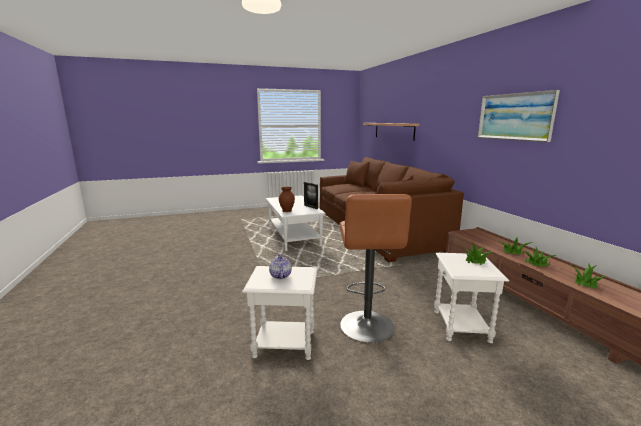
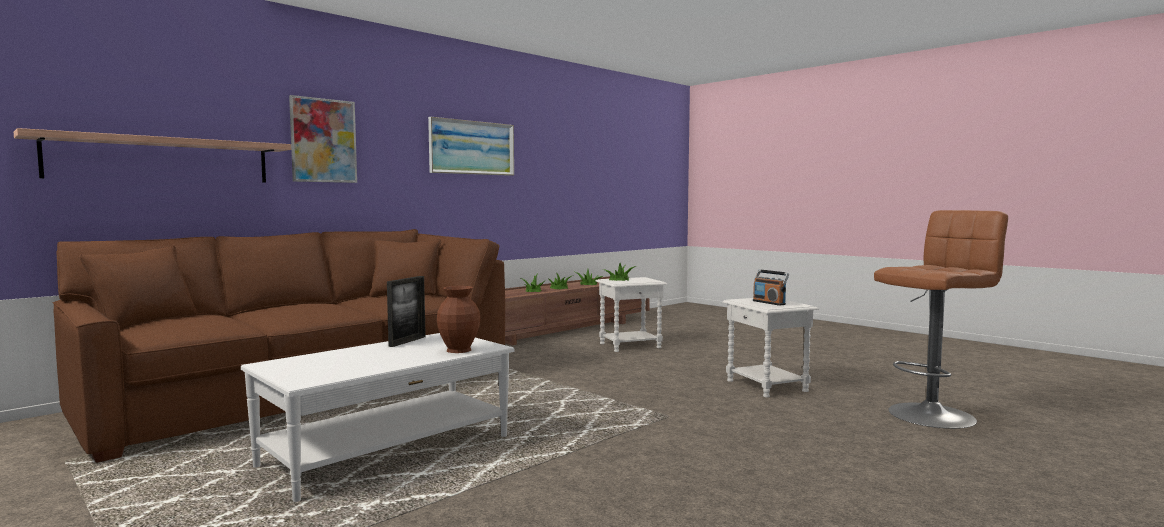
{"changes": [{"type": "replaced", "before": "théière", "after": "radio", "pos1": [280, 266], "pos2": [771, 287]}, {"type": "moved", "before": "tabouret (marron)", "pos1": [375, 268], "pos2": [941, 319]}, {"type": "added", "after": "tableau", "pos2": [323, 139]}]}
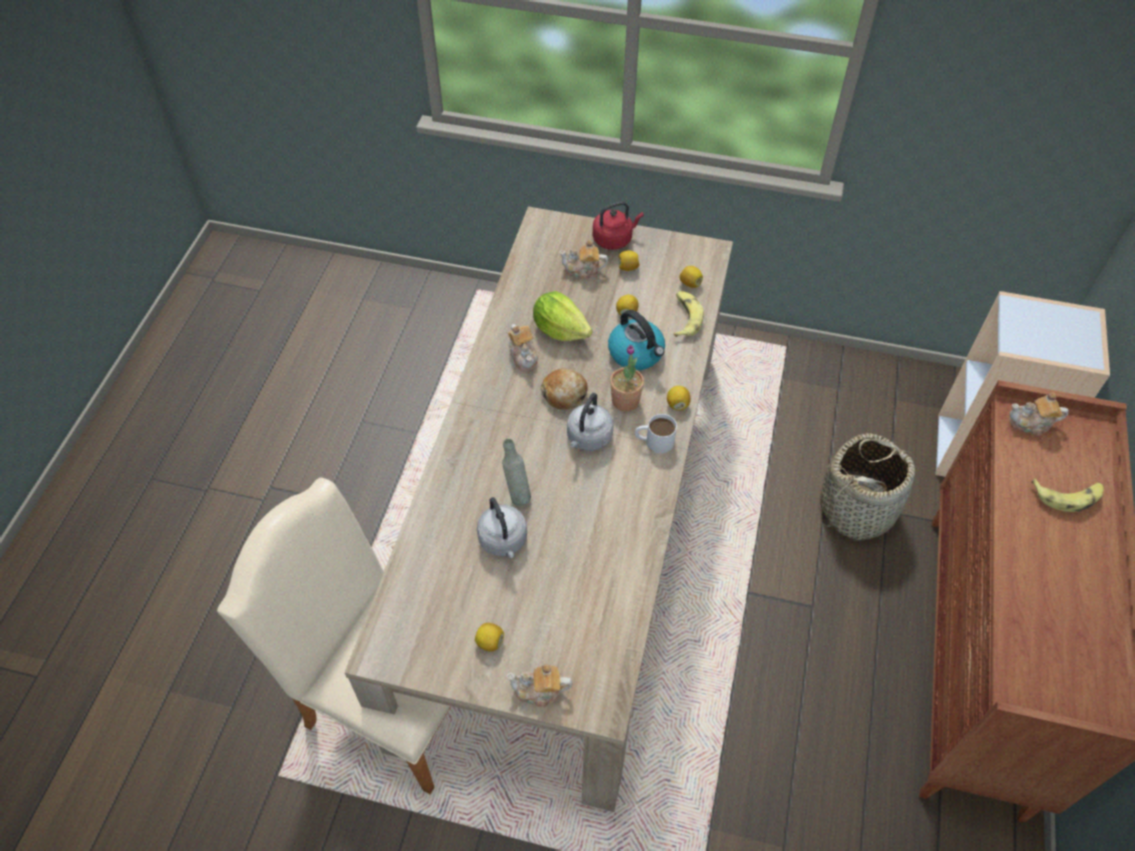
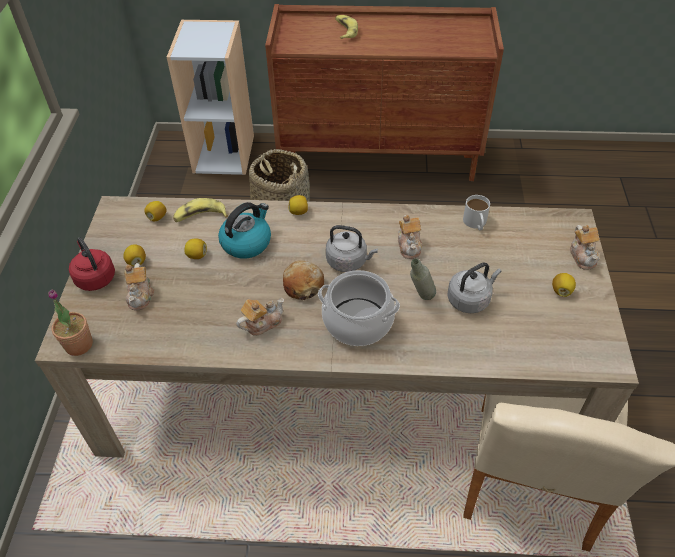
{"changes": [{"type": "removed", "before": "laitue", "pos1": [563, 316]}, {"type": "moved", "before": "plante en pot", "pos1": [627, 377], "pos2": [70, 322]}, {"type": "moved", "before": "mug (blanc)", "pos1": [656, 433], "pos2": [476, 212]}, {"type": "moved", "before": "théière", "pos1": [1039, 414], "pos2": [410, 237]}, {"type": "added", "after": "marmite", "pos2": [359, 308]}]}
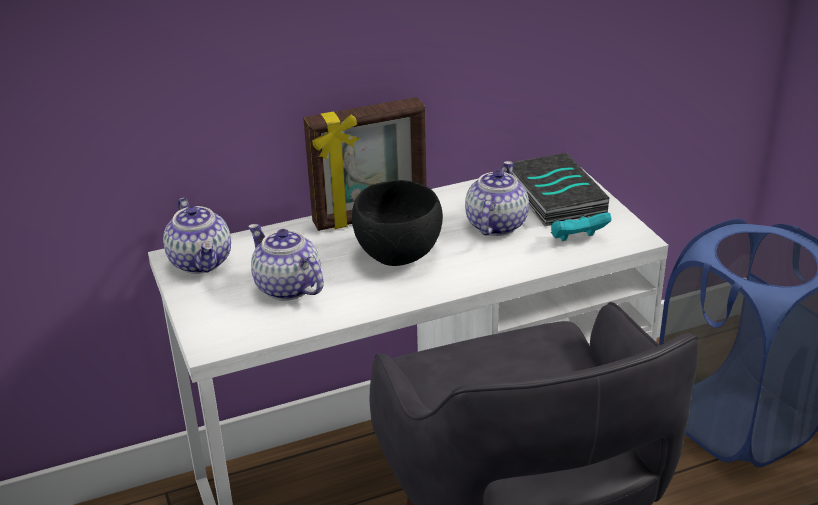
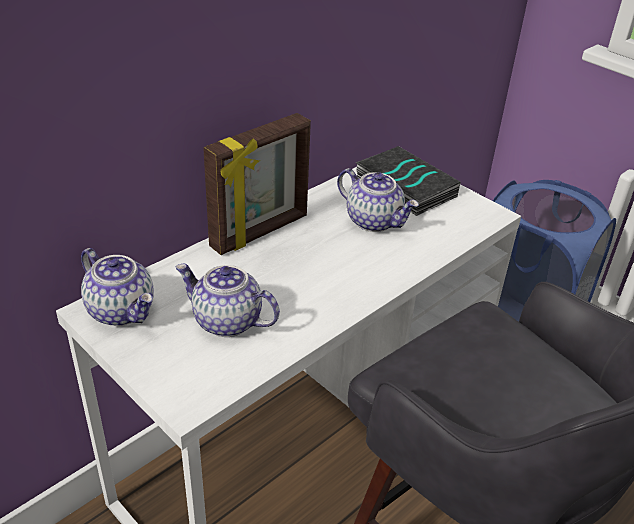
{"changes": [{"type": "removed", "before": "bol (noir)", "pos1": [397, 223]}, {"type": "turned", "before": "théière", "pos1": [497, 198], "pos2": [378, 200], "turn": 135}, {"type": "removed", "before": "manette (turquoise)", "pos1": [581, 226]}]}
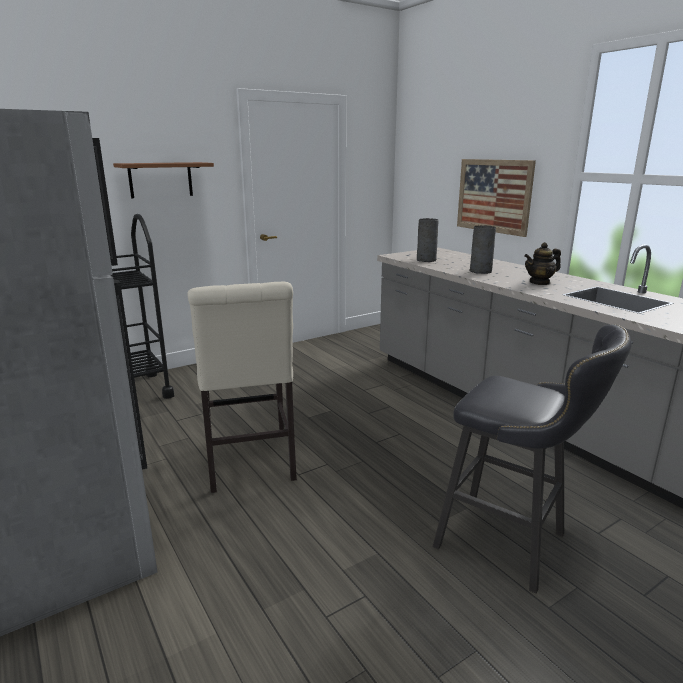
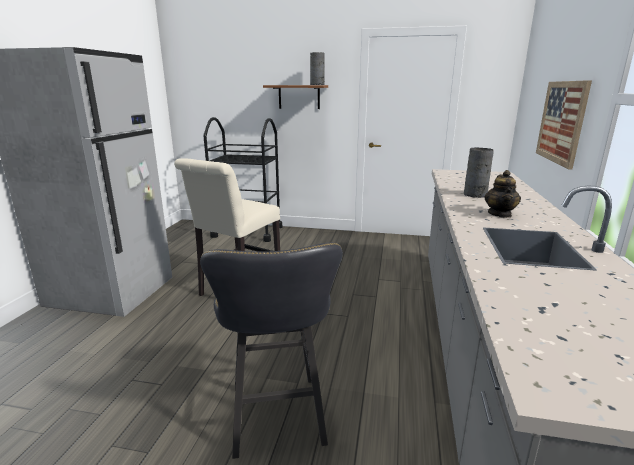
{"changes": [{"type": "moved", "before": "vase (gris)", "pos1": [427, 240], "pos2": [317, 68]}, {"type": "turned", "before": "théière", "pos1": [542, 263], "pos2": [502, 194], "turn": -105}]}
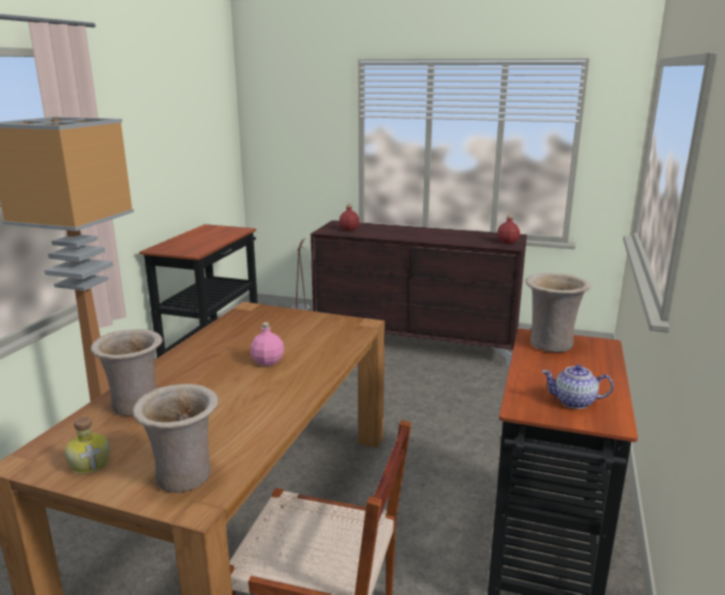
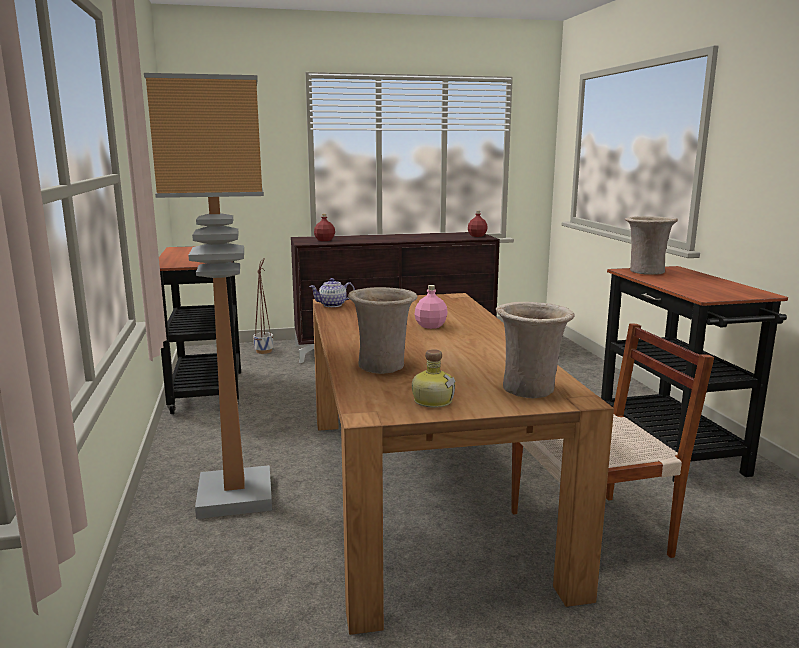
{"changes": [{"type": "moved", "before": "théière", "pos1": [578, 386], "pos2": [332, 292]}]}
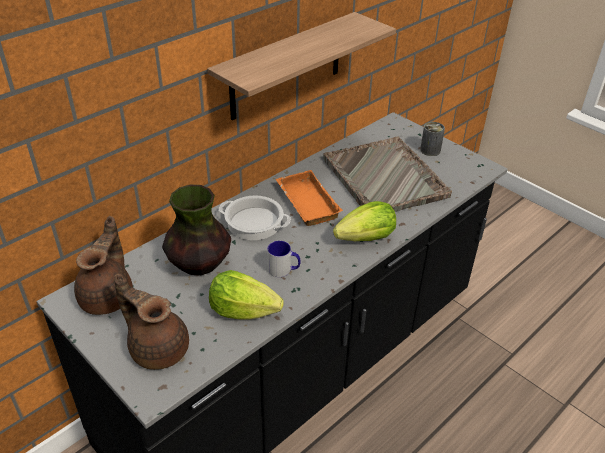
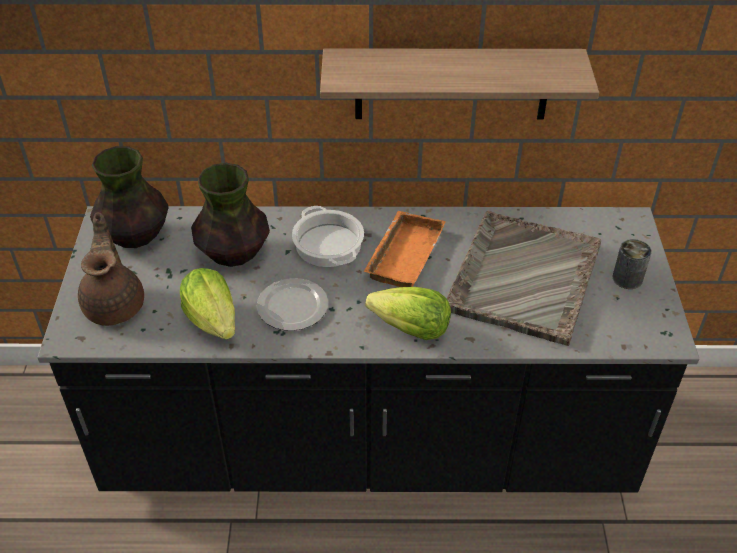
{"changes": [{"type": "replaced", "before": "théière (marron)", "after": "vase", "pos1": [103, 265], "pos2": [129, 197]}, {"type": "replaced", "before": "mug", "after": "assiette", "pos1": [283, 259], "pos2": [292, 304]}]}
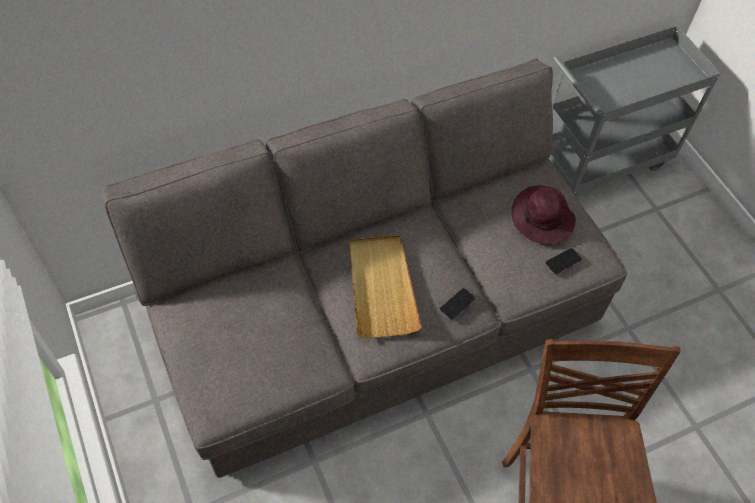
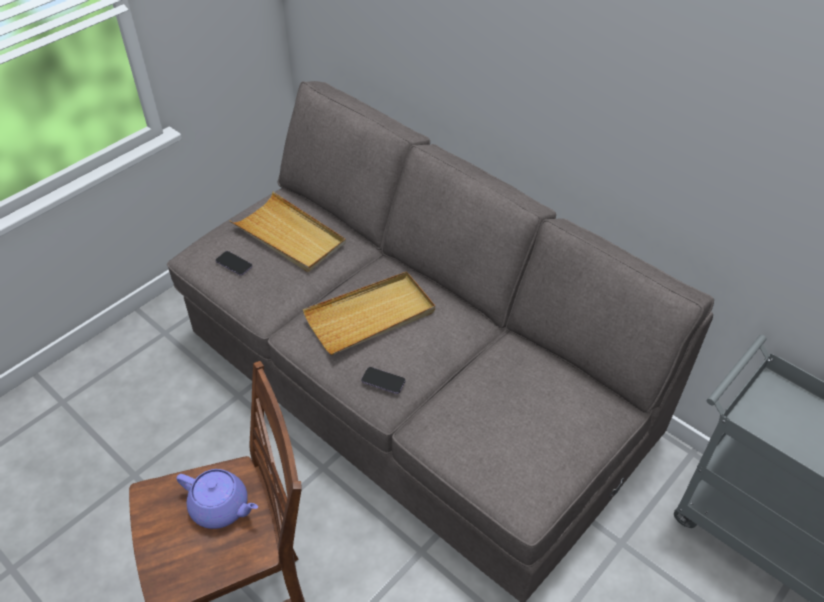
{"changes": [{"type": "removed", "before": "chapeau (violet)", "pos1": [544, 214]}, {"type": "moved", "before": "téléphone", "pos1": [563, 261], "pos2": [234, 263]}, {"type": "added", "after": "théière (violet)", "pos2": [217, 499]}, {"type": "added", "after": "plateau (beige)", "pos2": [288, 232]}]}
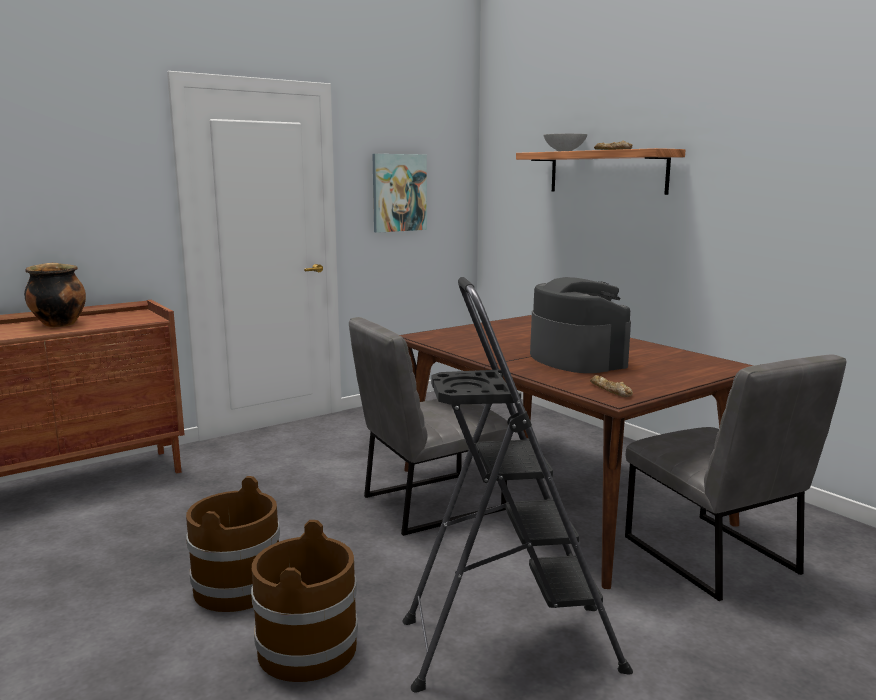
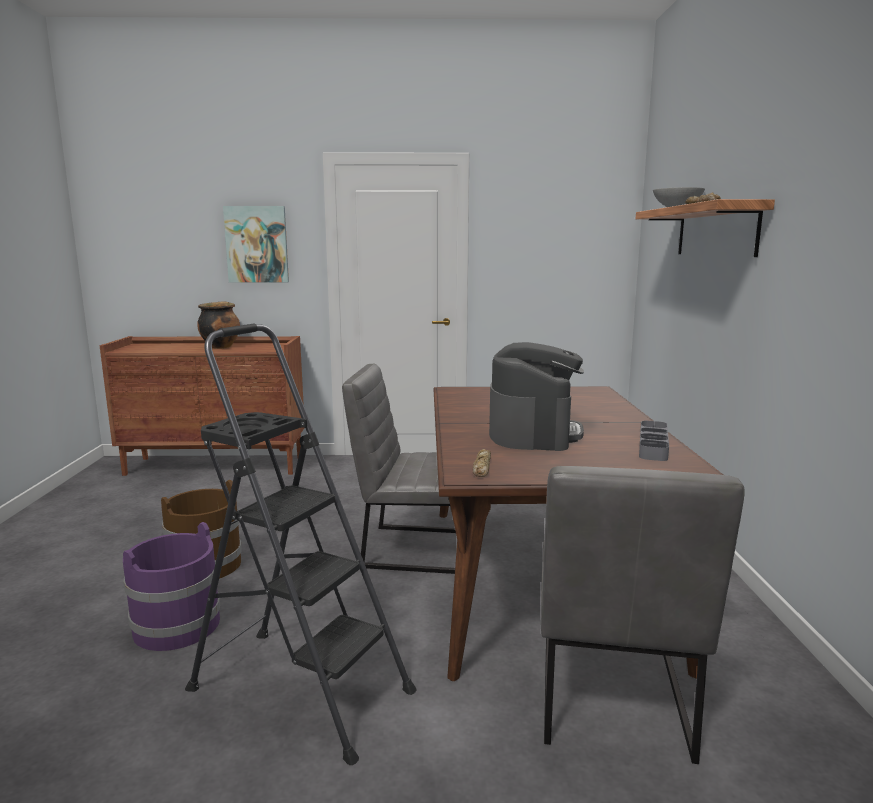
{"changes": [{"type": "recoloured", "before": "seau (marron)", "after": "seau (violet)", "pos1": [304, 601], "pos2": [171, 586]}, {"type": "moved", "before": "tableau", "pos1": [399, 193], "pos2": [256, 244]}, {"type": "added", "after": "plateau (gris)", "pos2": [654, 441]}]}
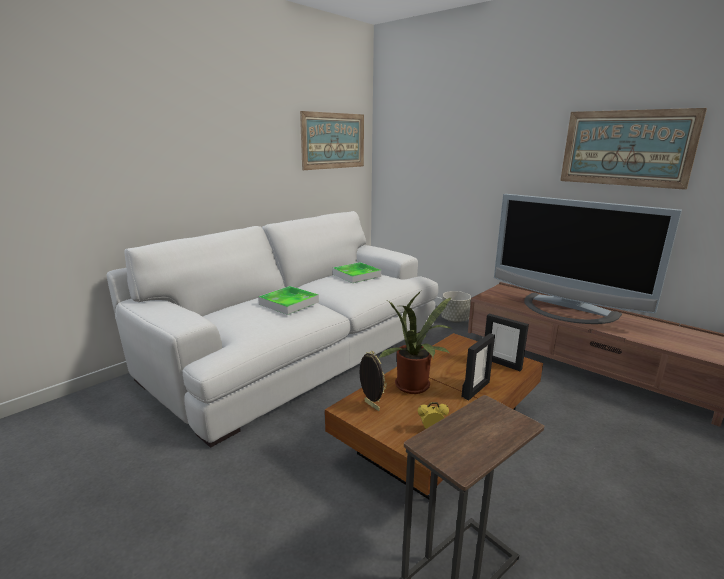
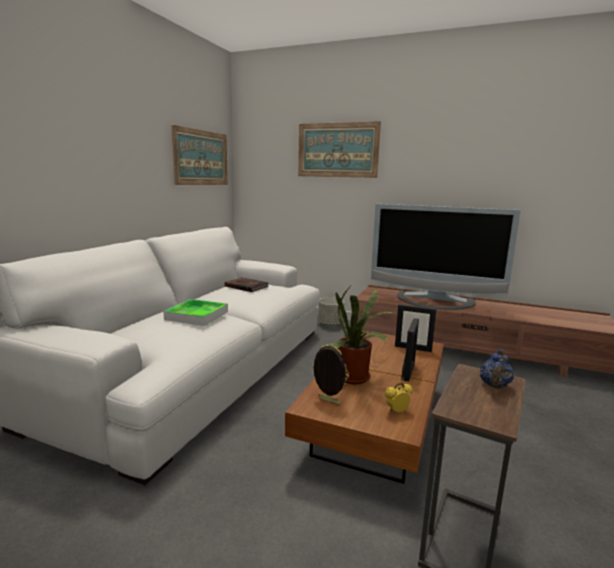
{"changes": [{"type": "replaced", "before": "plateau", "after": "livre (marron)", "pos1": [356, 272], "pos2": [246, 284]}, {"type": "moved", "before": "tableau", "pos1": [633, 149], "pos2": [339, 149]}, {"type": "added", "after": "théière (bleu)", "pos2": [497, 369]}]}
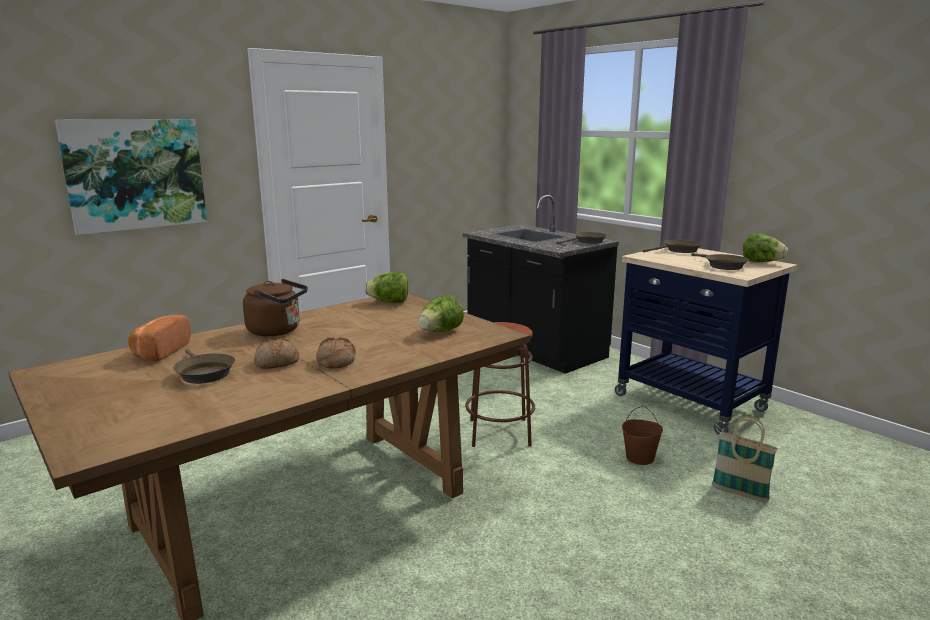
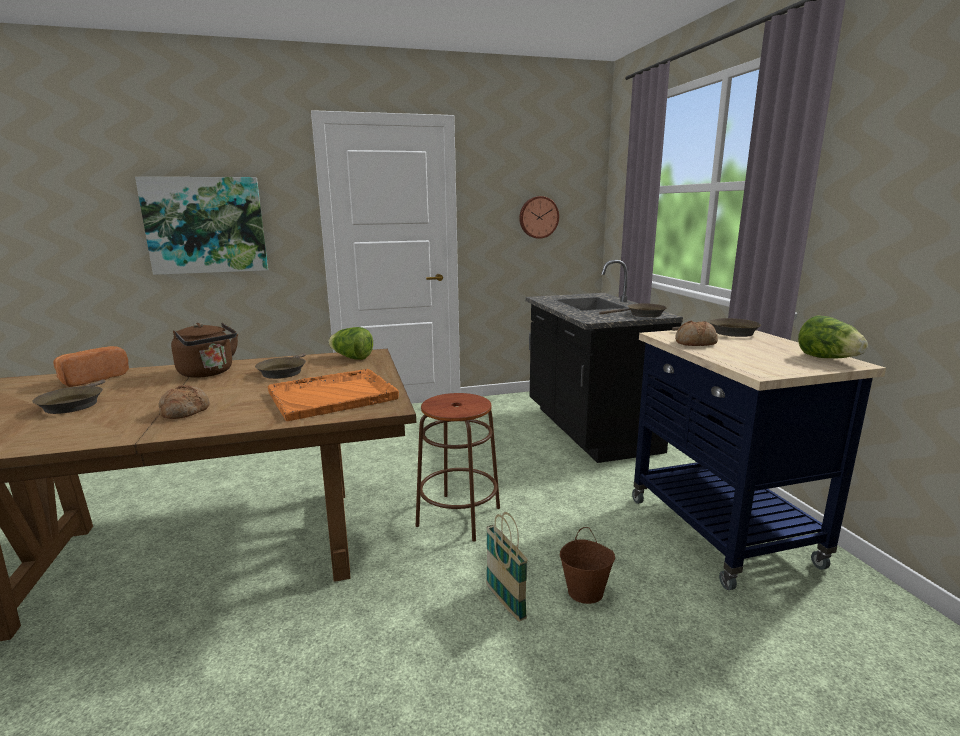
{"changes": [{"type": "moved", "before": "pain", "pos1": [276, 354], "pos2": [696, 333]}, {"type": "replaced", "before": "laitue", "after": "plateau (orange)", "pos1": [441, 313], "pos2": [333, 395]}, {"type": "moved", "before": "poêle (marron)", "pos1": [720, 261], "pos2": [280, 366]}, {"type": "moved", "before": "panier", "pos1": [745, 459], "pos2": [507, 567]}, {"type": "added", "after": "horloge murale", "pos2": [539, 217]}]}
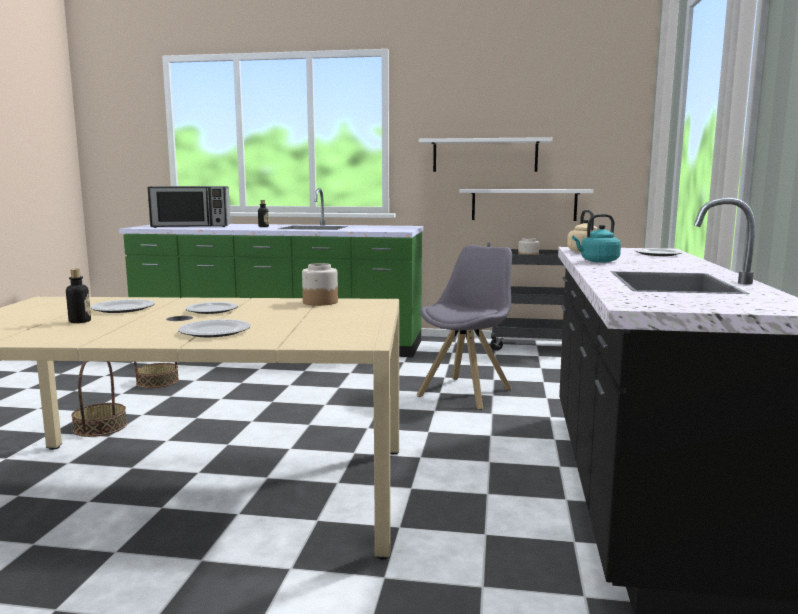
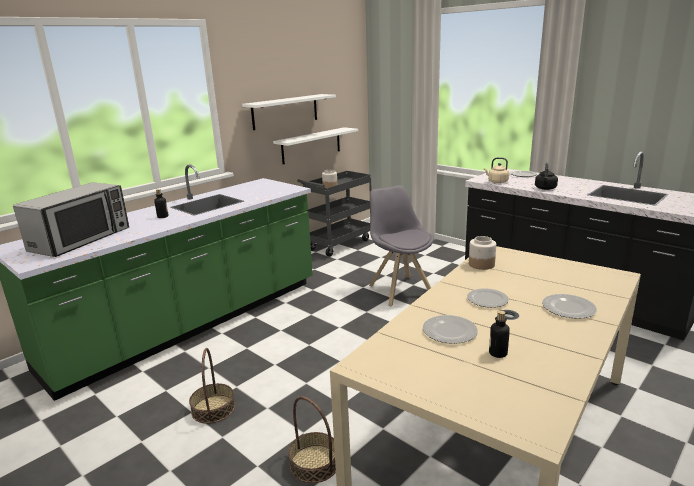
{"changes": [{"type": "recoloured", "before": "bouilloire (turquoise)", "after": "bouilloire (noir)", "pos1": [596, 238], "pos2": [546, 176]}]}
